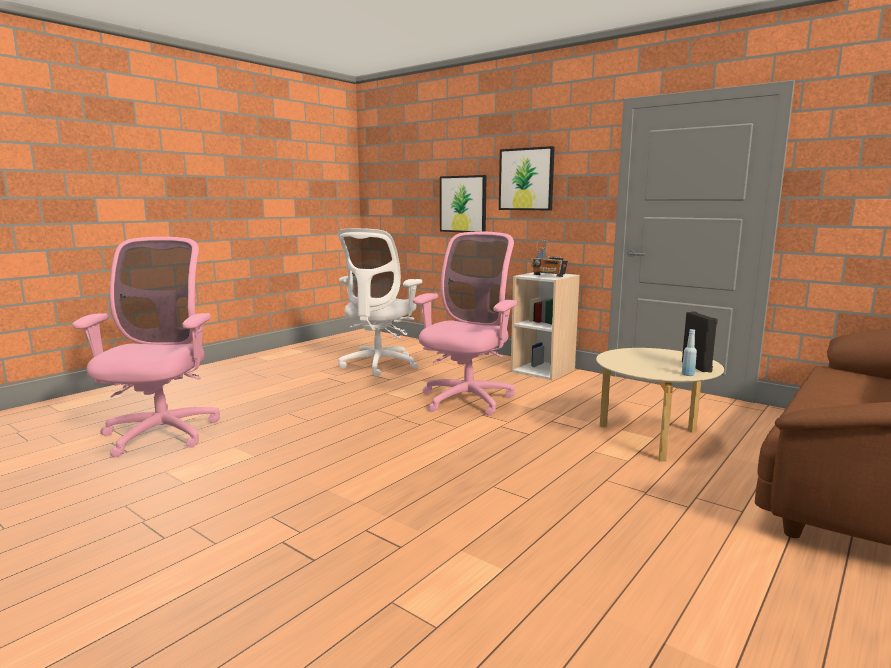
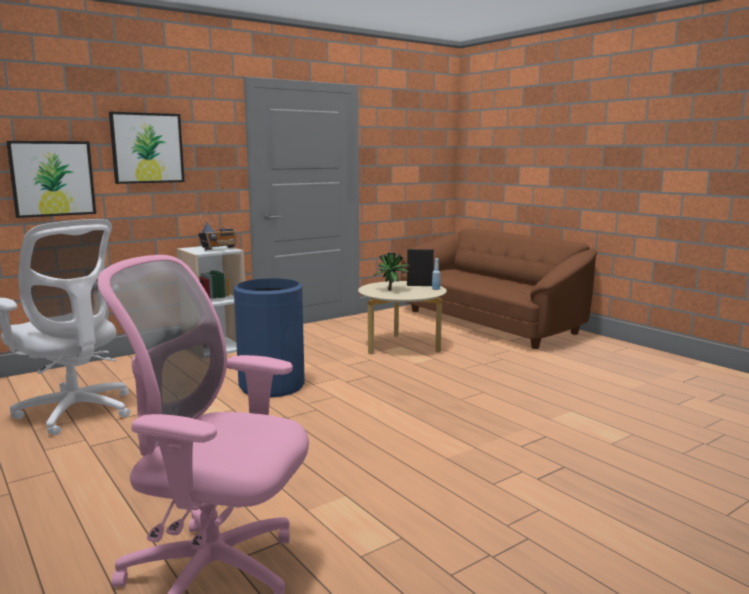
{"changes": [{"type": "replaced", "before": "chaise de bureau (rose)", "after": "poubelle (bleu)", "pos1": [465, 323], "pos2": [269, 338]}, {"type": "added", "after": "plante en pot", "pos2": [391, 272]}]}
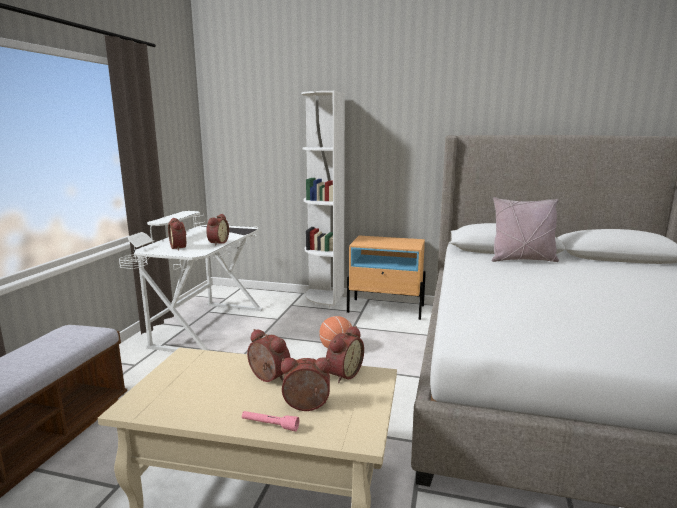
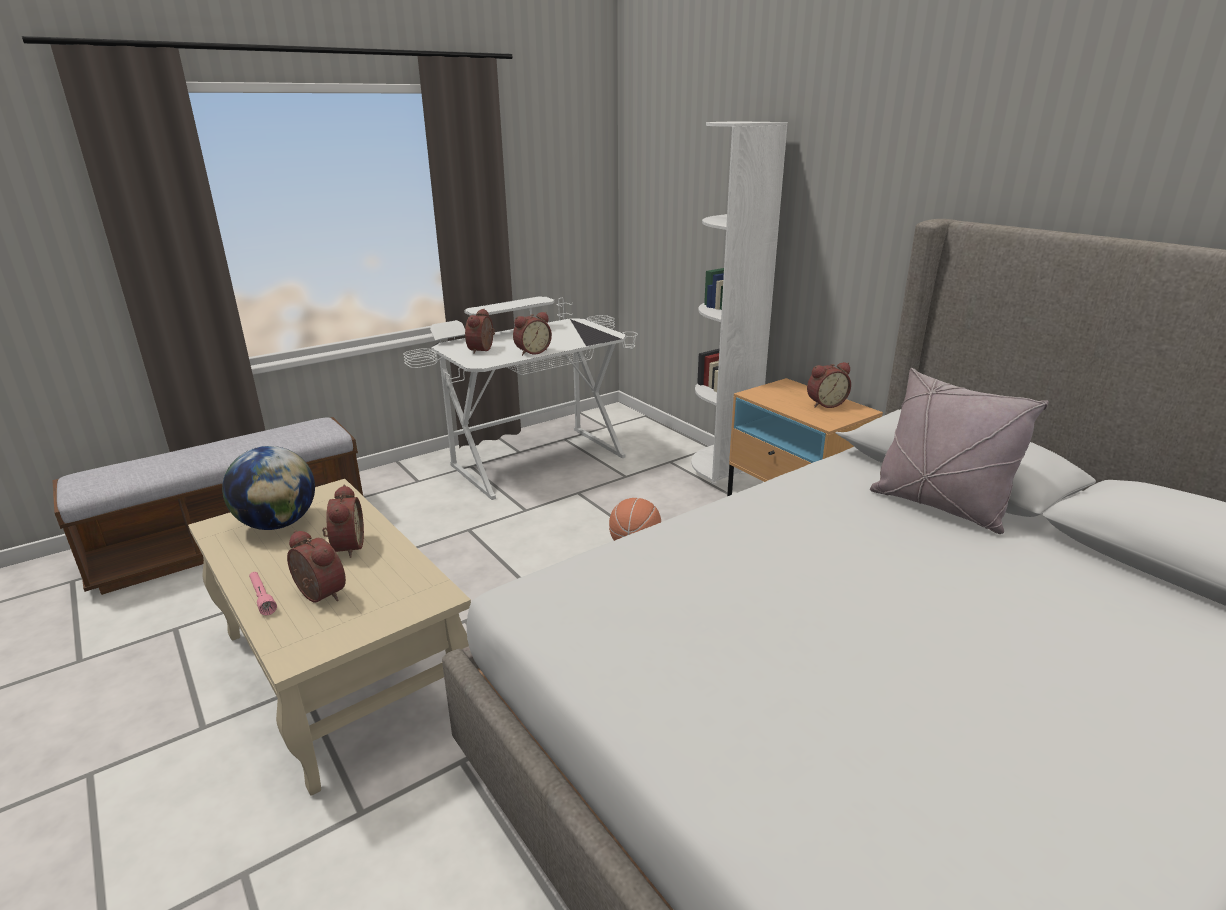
{"changes": [{"type": "moved", "before": "réveil", "pos1": [345, 354], "pos2": [829, 385]}, {"type": "added", "after": "globe", "pos2": [268, 488]}]}
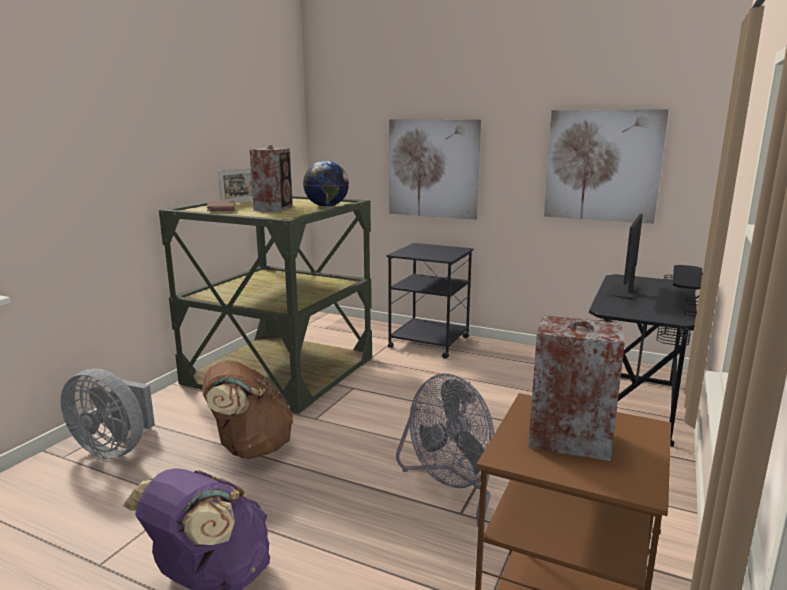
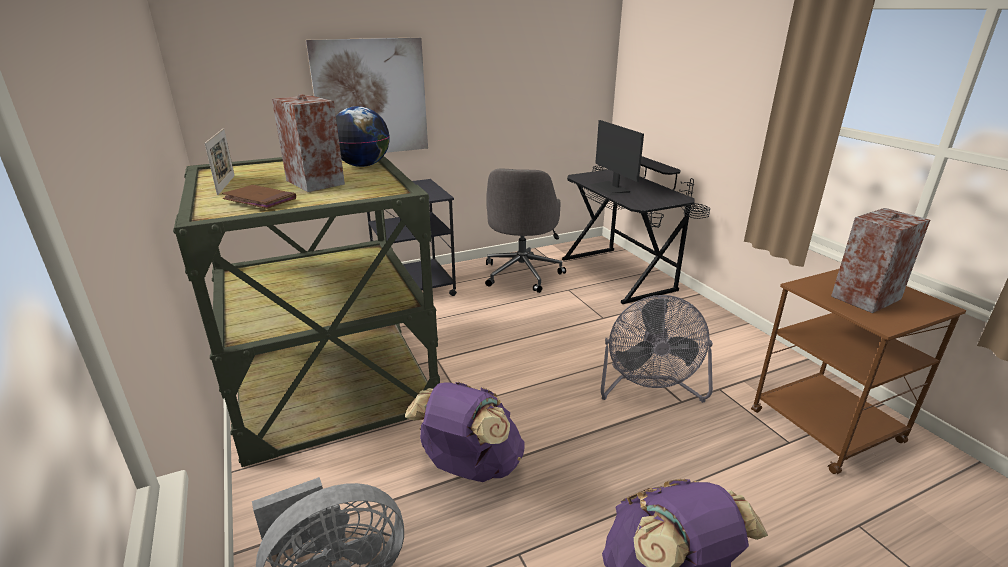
{"changes": [{"type": "recoloured", "before": "sac à dos (marron)", "after": "sac à dos (violet)", "pos1": [248, 410], "pos2": [465, 432]}, {"type": "removed", "before": "tableau", "pos1": [606, 166]}, {"type": "added", "after": "chaise de bureau (gris)", "pos2": [525, 231]}]}
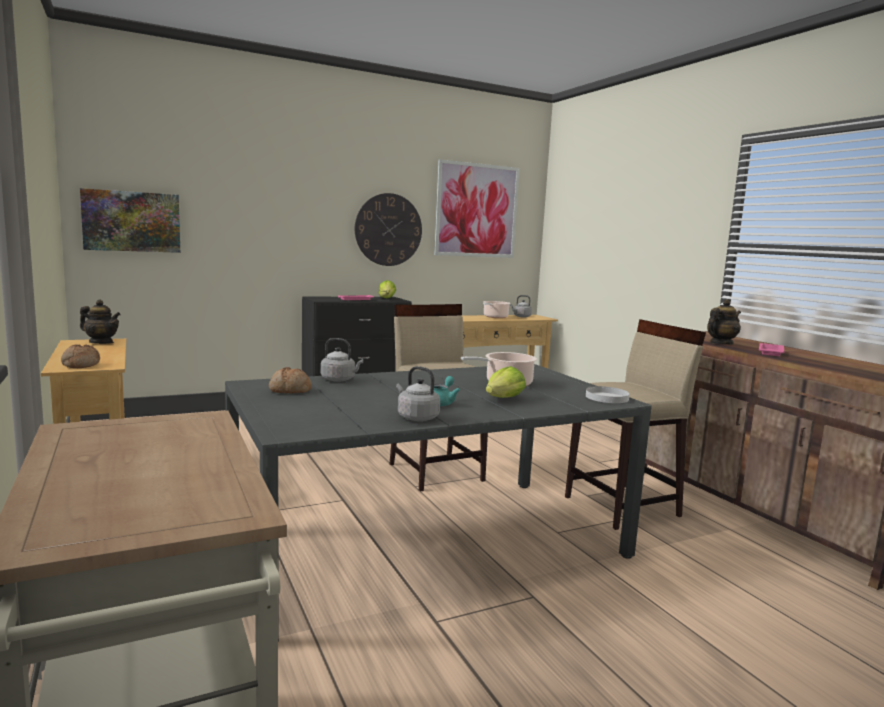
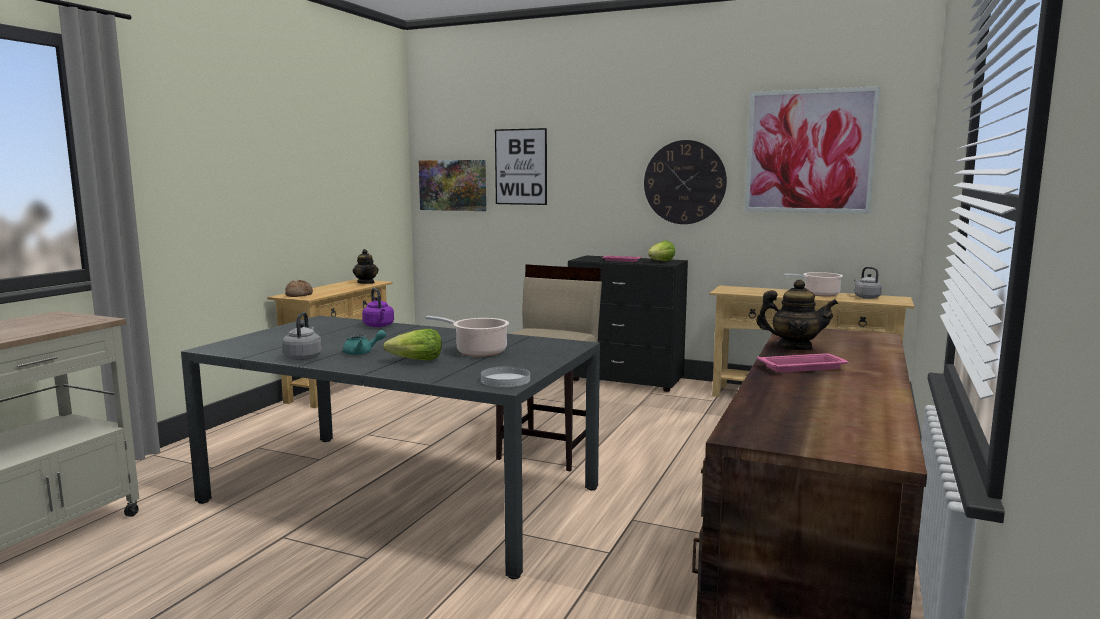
{"changes": [{"type": "removed", "before": "pain", "pos1": [290, 380]}, {"type": "recoloured", "before": "bouilloire (gris)", "after": "bouilloire (violet)", "pos1": [342, 360], "pos2": [378, 307]}, {"type": "removed", "before": "tabouret (beige)", "pos1": [635, 424]}, {"type": "added", "after": "tableau", "pos2": [521, 166]}]}
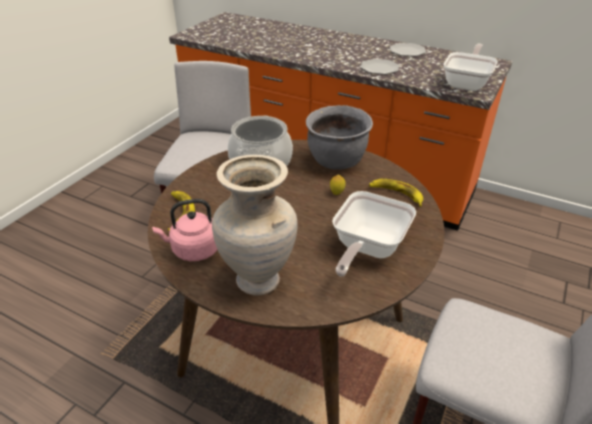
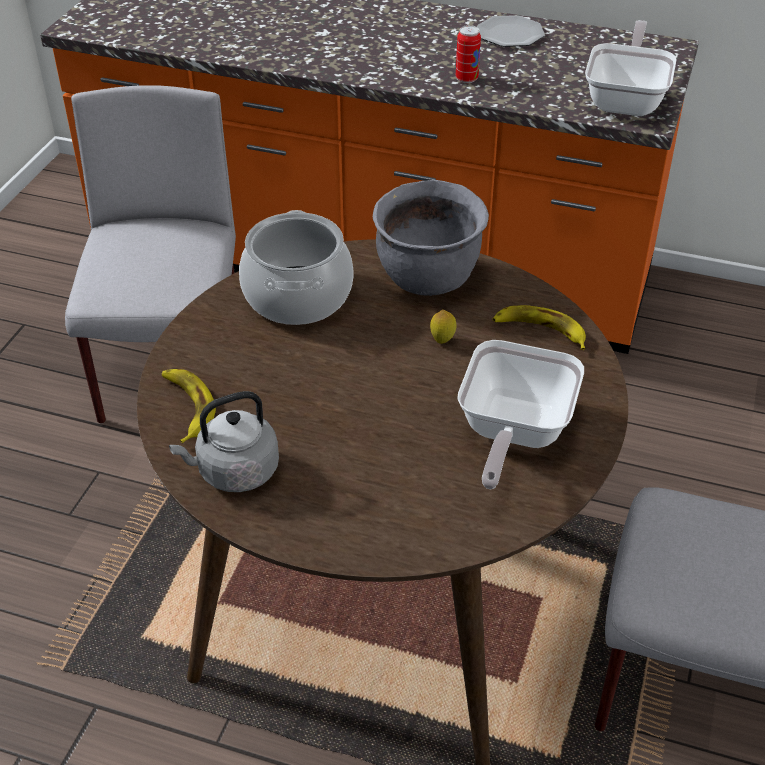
{"changes": [{"type": "recoloured", "before": "bouilloire (rose)", "after": "bouilloire (gris)", "pos1": [185, 230], "pos2": [224, 441]}, {"type": "removed", "before": "vase (beige)", "pos1": [255, 225]}, {"type": "replaced", "before": "assiette", "after": "boîte métallique", "pos1": [379, 67], "pos2": [468, 54]}]}
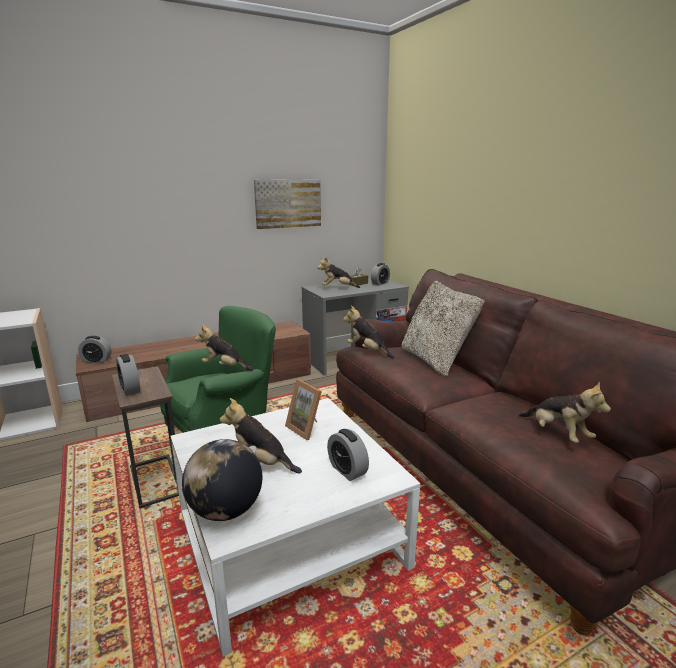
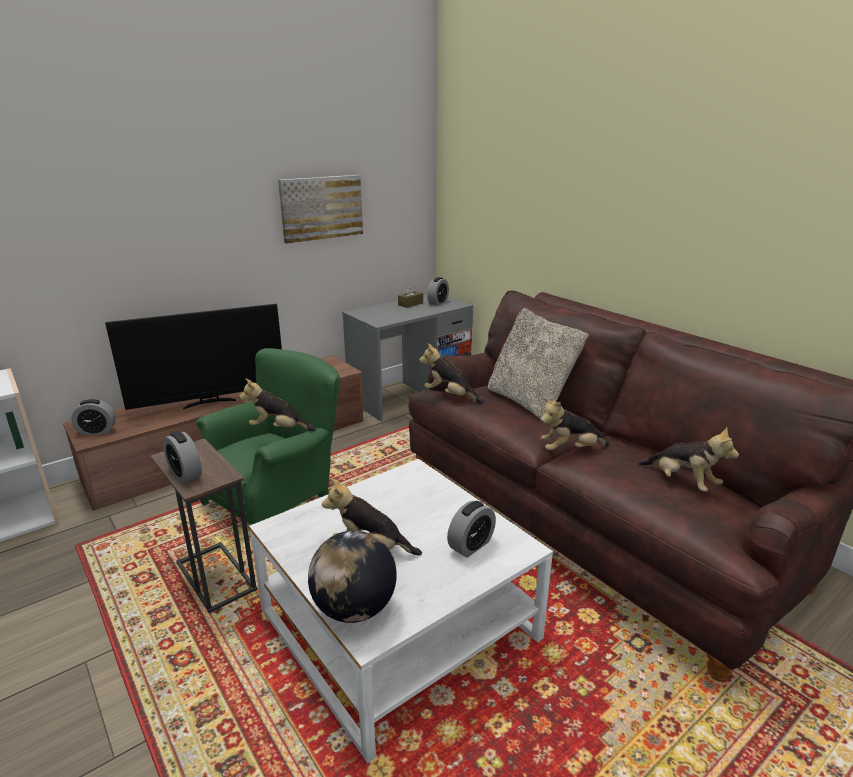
{"changes": [{"type": "removed", "before": "cadre photo", "pos1": [303, 409]}, {"type": "moved", "before": "peluche", "pos1": [339, 272], "pos2": [574, 424]}, {"type": "turned", "before": "réveil", "pos1": [348, 455], "pos2": [471, 529], "turn": -90}, {"type": "added", "after": "téléviseur", "pos2": [193, 357]}]}
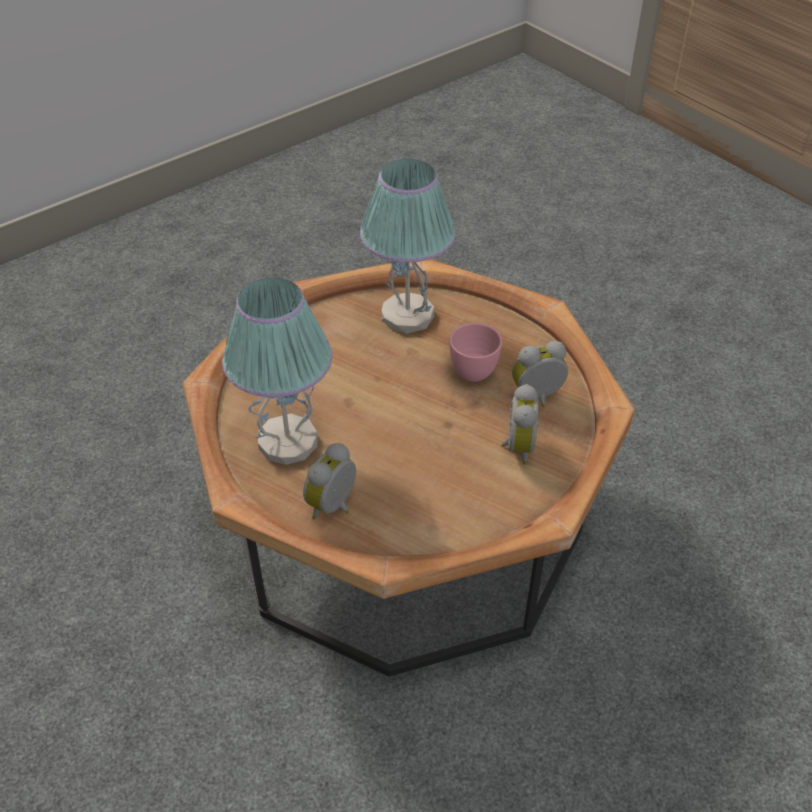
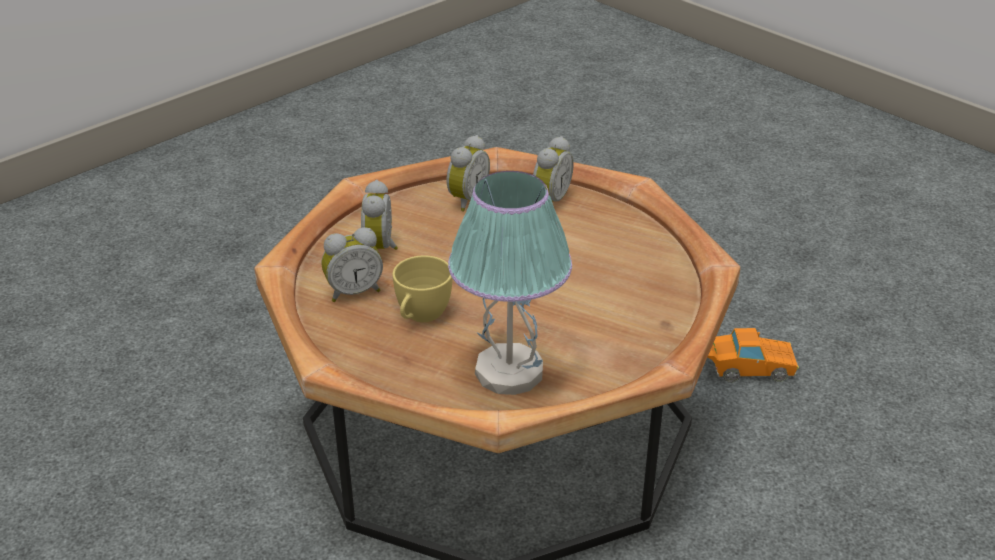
{"changes": [{"type": "removed", "before": "lampe de table", "pos1": [277, 371]}, {"type": "recoloured", "before": "tasse (rose)", "after": "tasse (jaune)", "pos1": [475, 352], "pos2": [422, 288]}, {"type": "added", "after": "réveil", "pos2": [468, 173]}, {"type": "added", "after": "petite voiture (orange)", "pos2": [753, 355]}]}
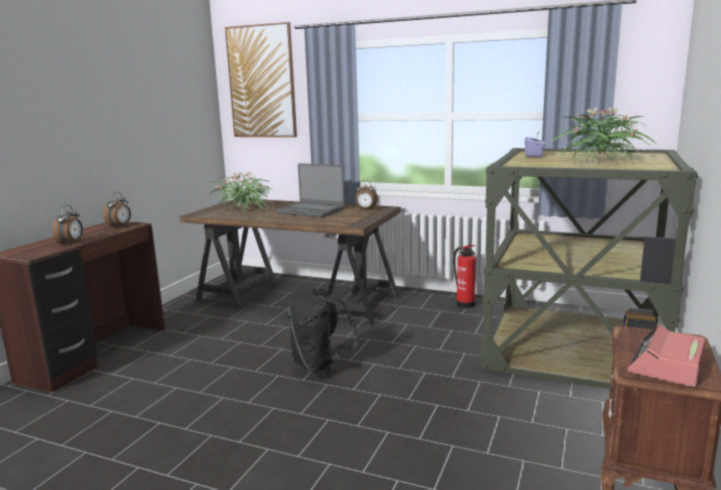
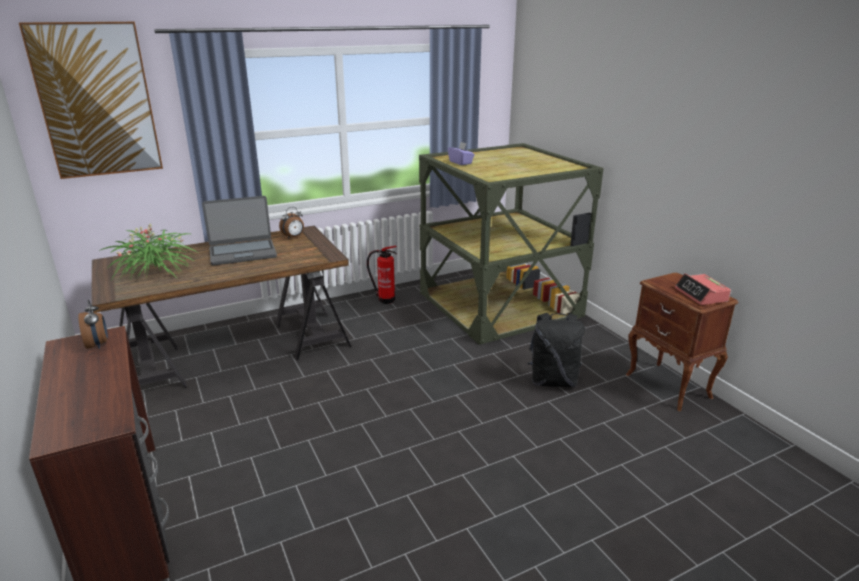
{"changes": [{"type": "removed", "before": "réveil", "pos1": [67, 225]}, {"type": "moved", "before": "sac à dos (noir)", "pos1": [323, 333], "pos2": [556, 350]}, {"type": "removed", "before": "plante en pot", "pos1": [603, 134]}]}
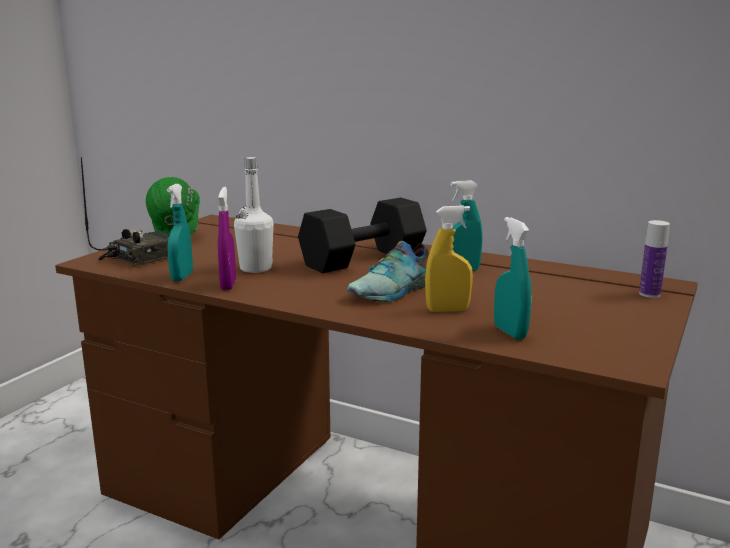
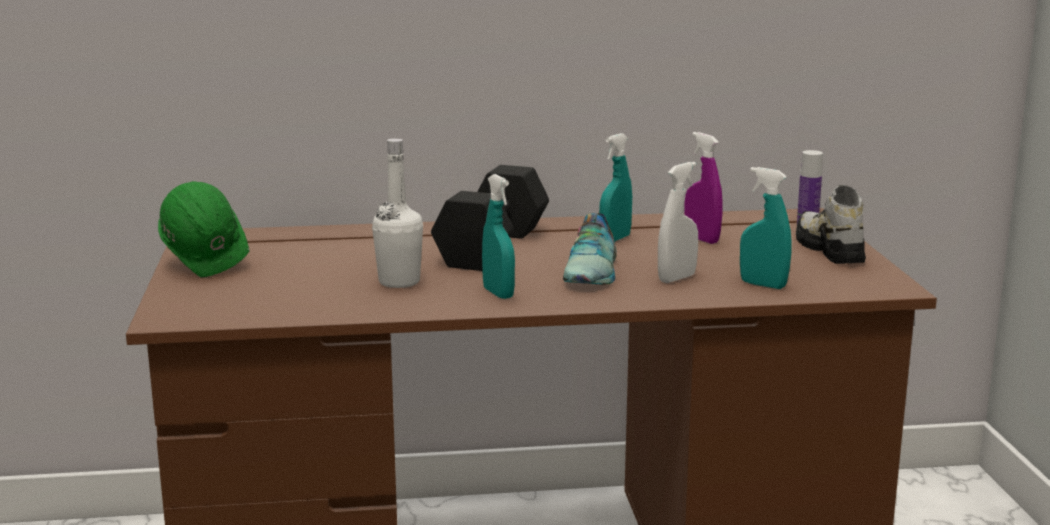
{"changes": [{"type": "removed", "before": "radio", "pos1": [125, 211]}, {"type": "moved", "before": "vaporisateur (turquoise)", "pos1": [180, 232], "pos2": [498, 236]}, {"type": "moved", "before": "vaporisateur (violet)", "pos1": [227, 238], "pos2": [703, 188]}, {"type": "recoloured", "before": "vaporisateur (jaune)", "after": "vaporisateur (blanc)", "pos1": [449, 258], "pos2": [678, 222]}, {"type": "added", "after": "chaussure", "pos2": [831, 224]}]}
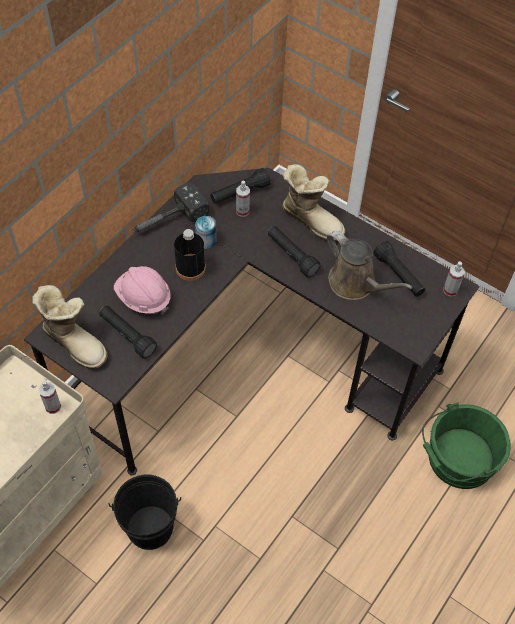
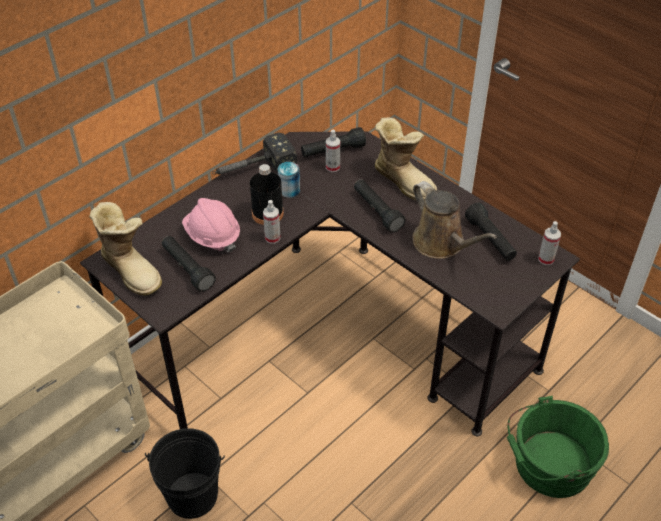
{"changes": [{"type": "moved", "before": "vaporisateur", "pos1": [49, 397], "pos2": [272, 222]}]}
